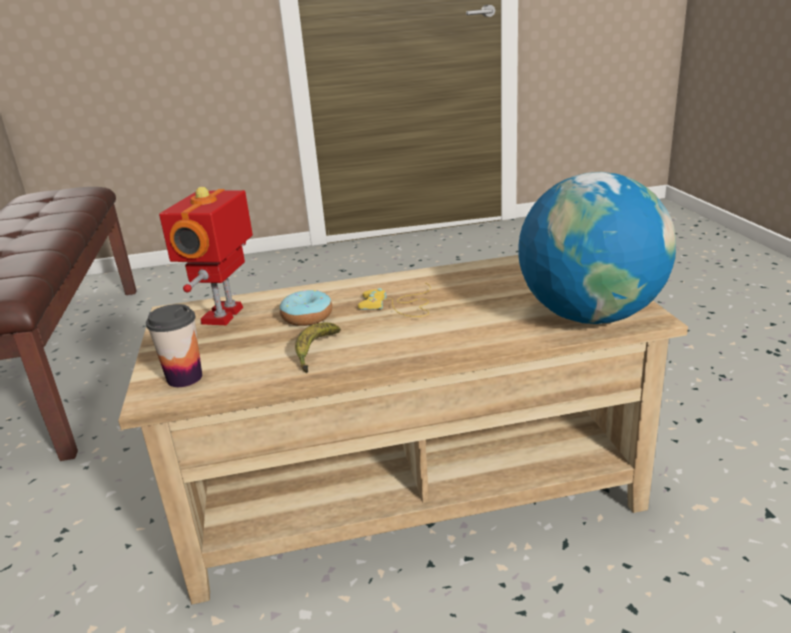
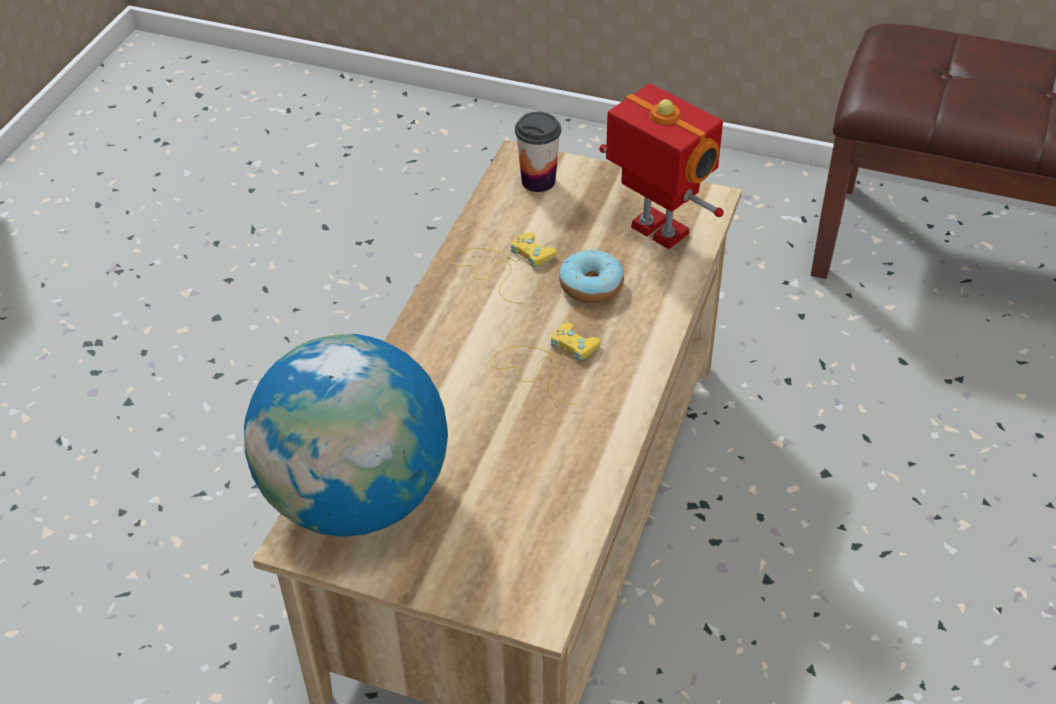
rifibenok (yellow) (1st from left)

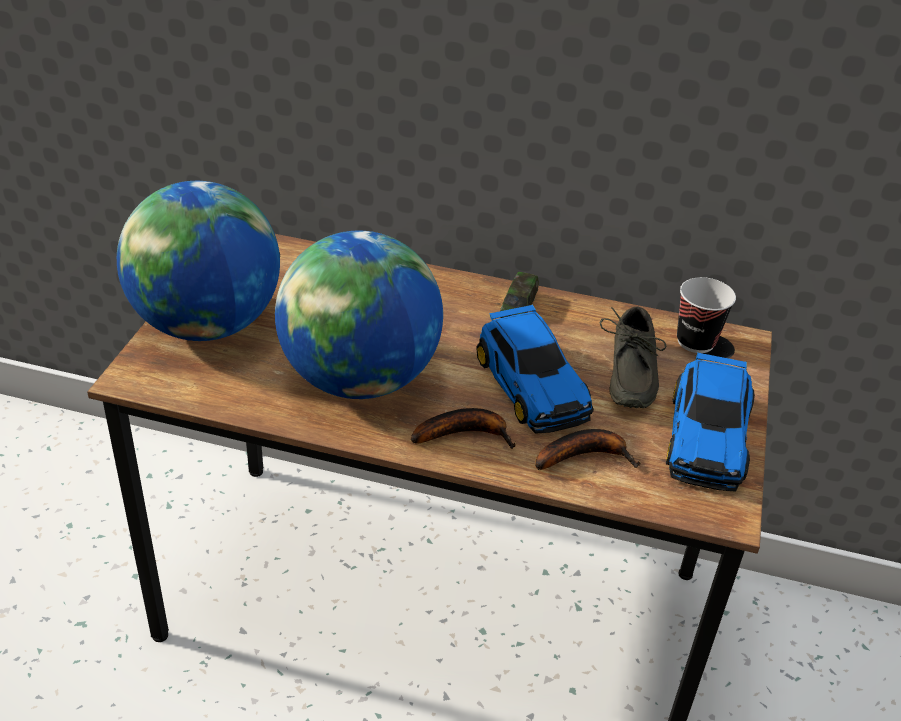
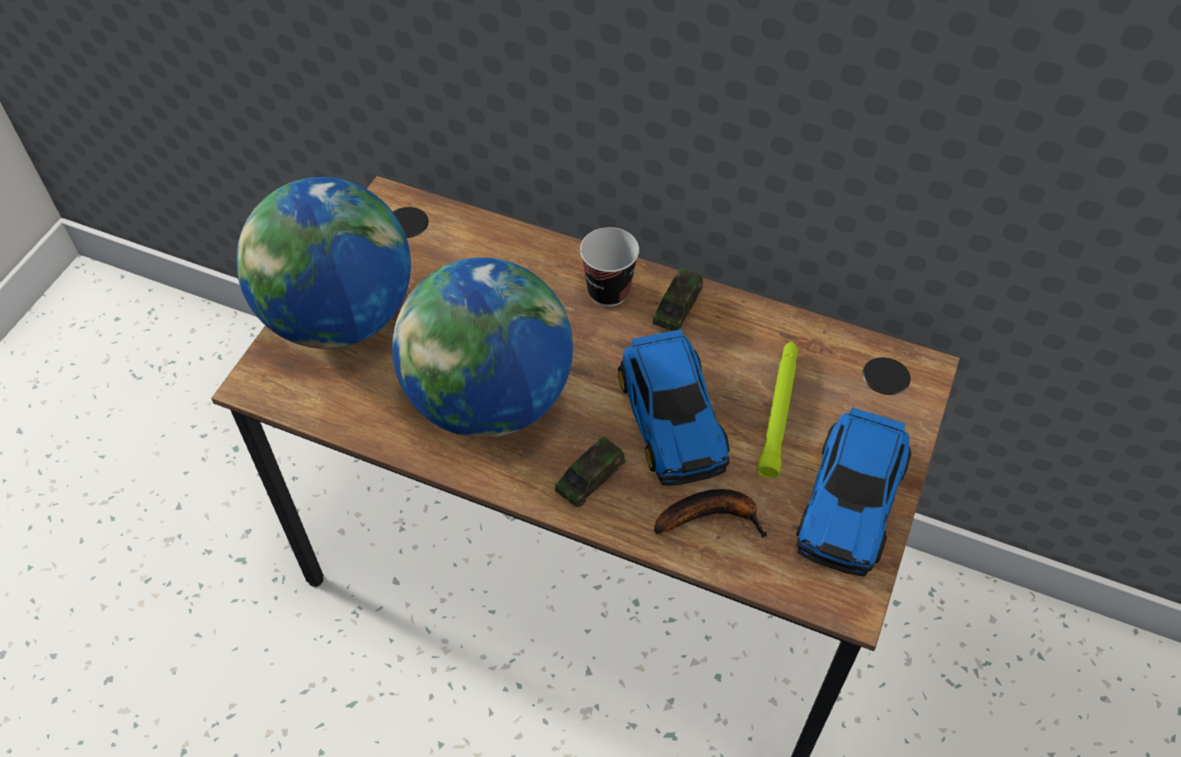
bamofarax
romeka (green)
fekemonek (1st from left)

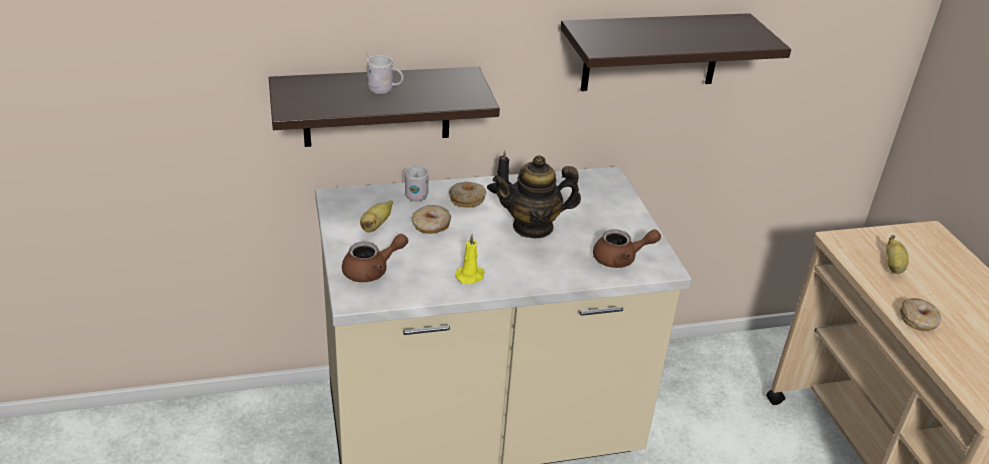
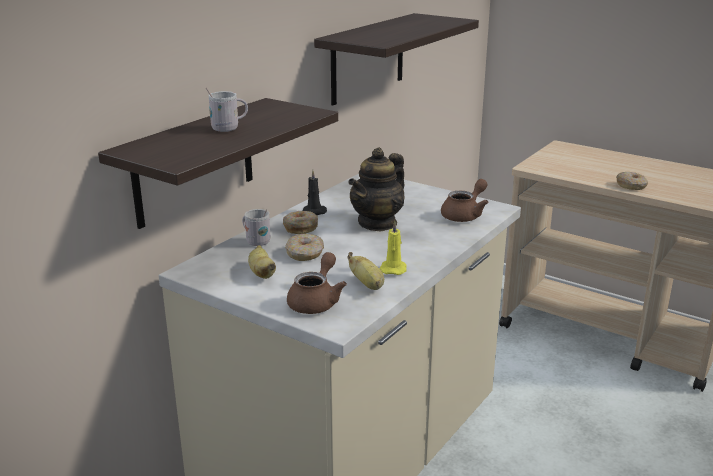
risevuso (2nd from left)

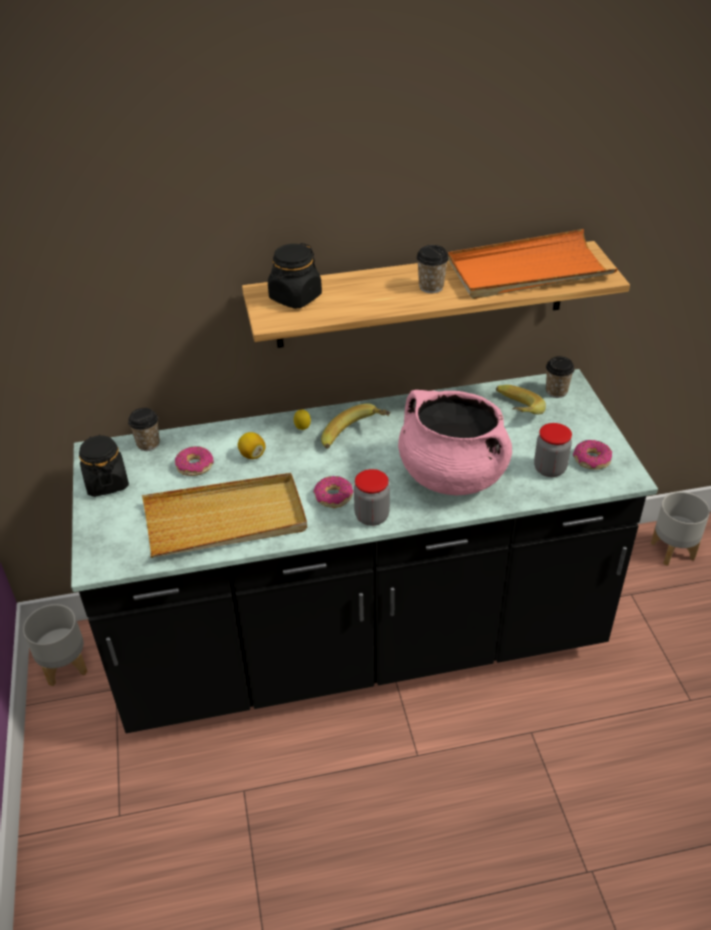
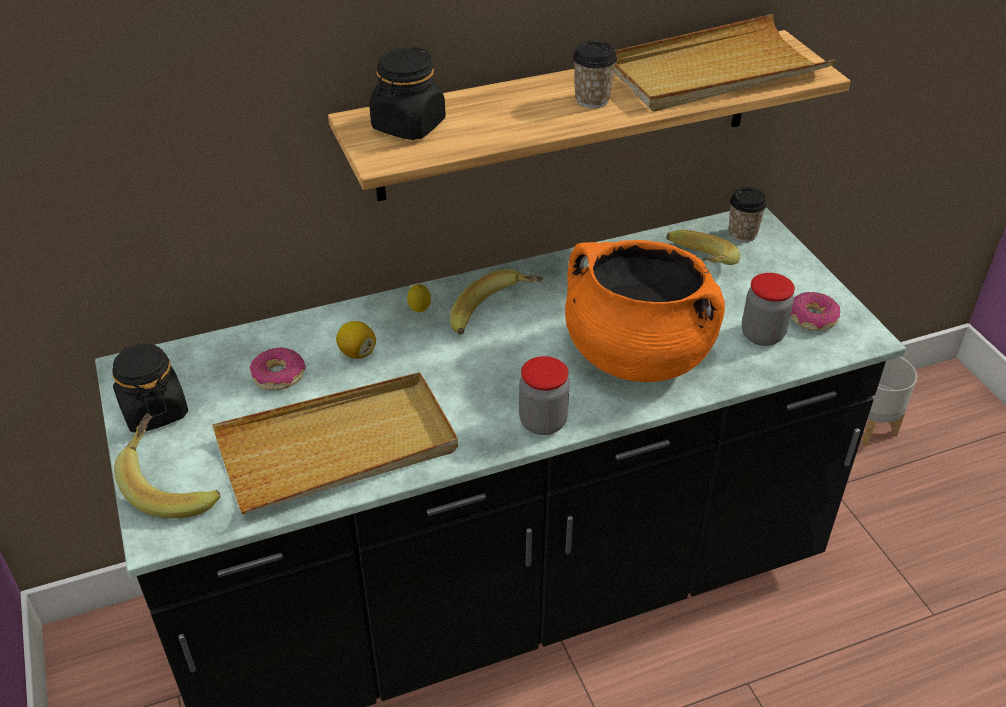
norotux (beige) (2nd from left)
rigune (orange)
bamofarax (1st from left in the first image)
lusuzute (2nd from left in the first image)
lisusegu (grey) (1st from left in the first image)
risevuso (1st from left)

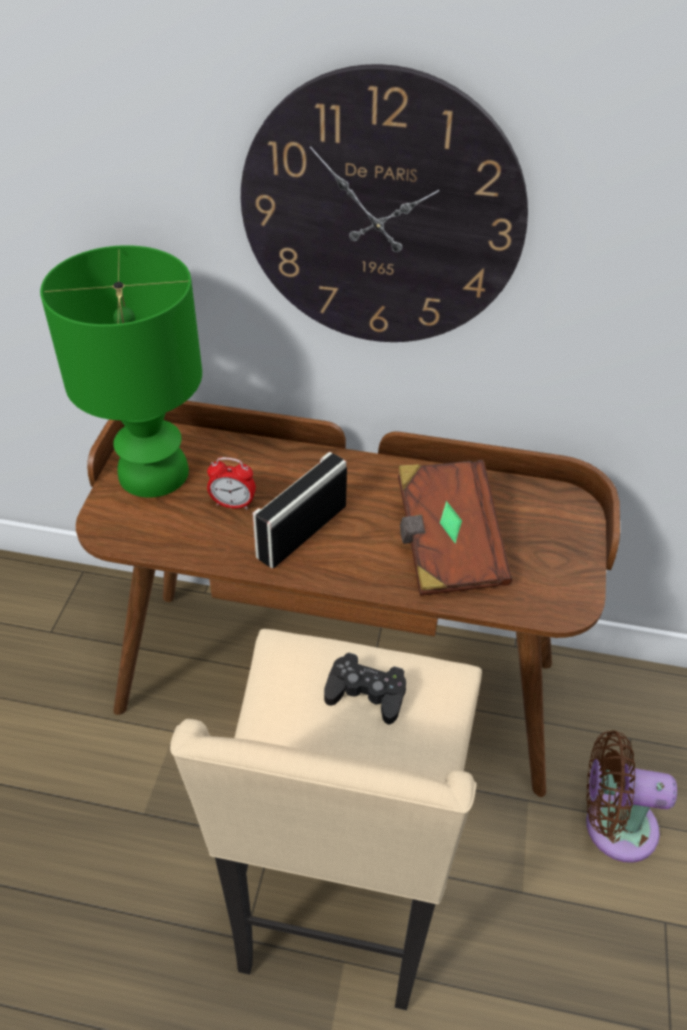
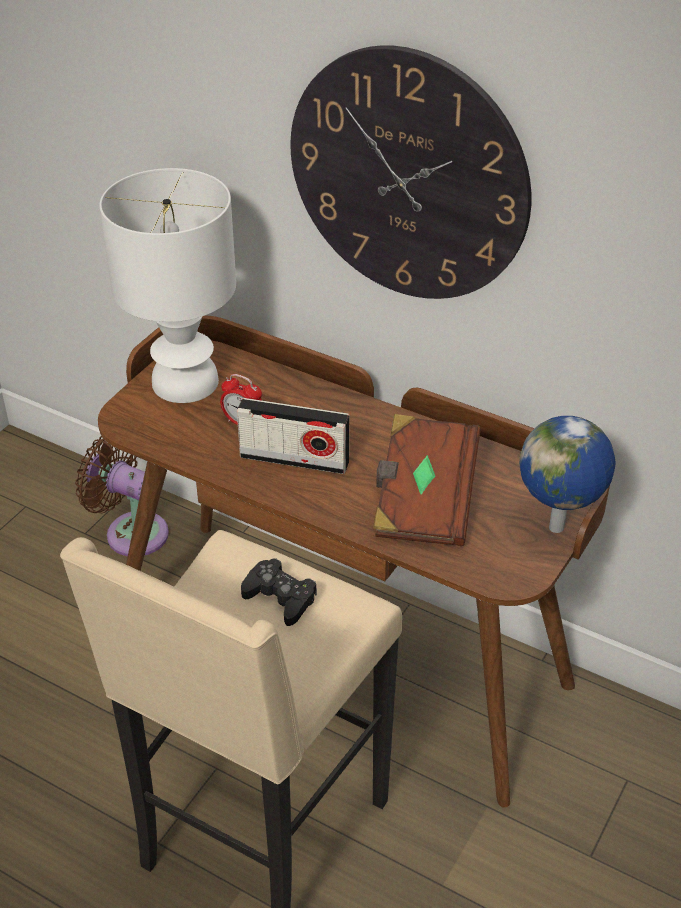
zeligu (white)
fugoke
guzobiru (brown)
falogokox

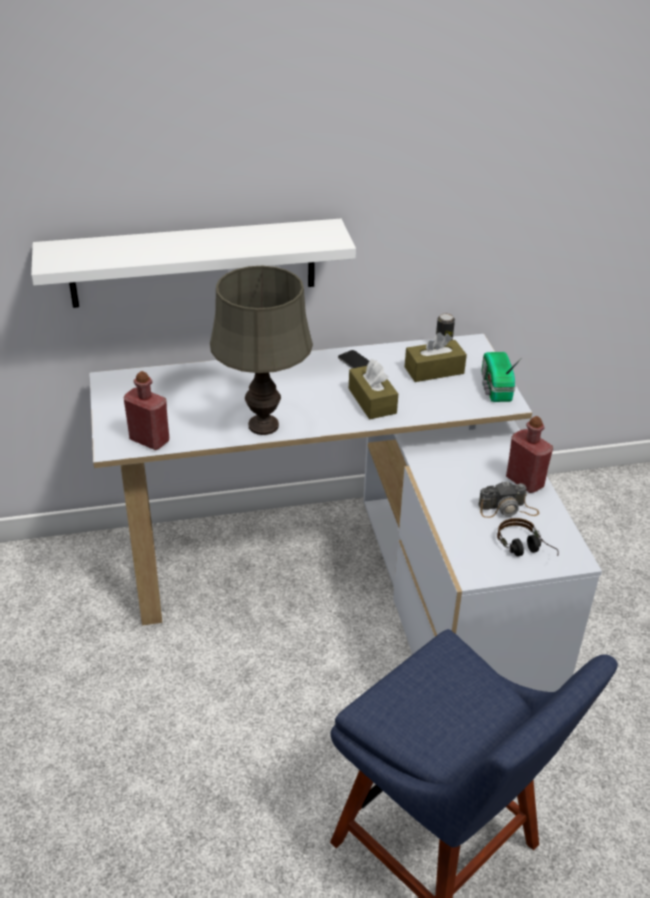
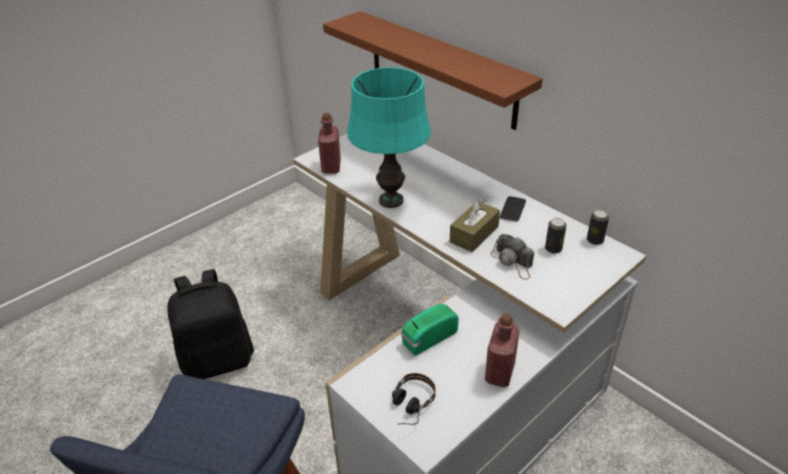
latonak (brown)
zeligu (turquoise)
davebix (1st from left)
fugoke
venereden
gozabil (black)

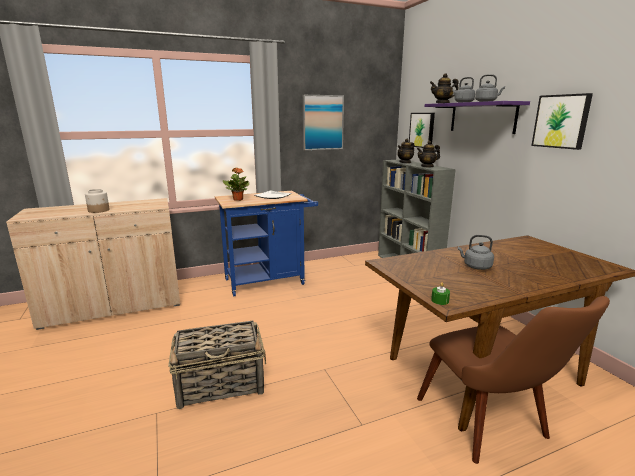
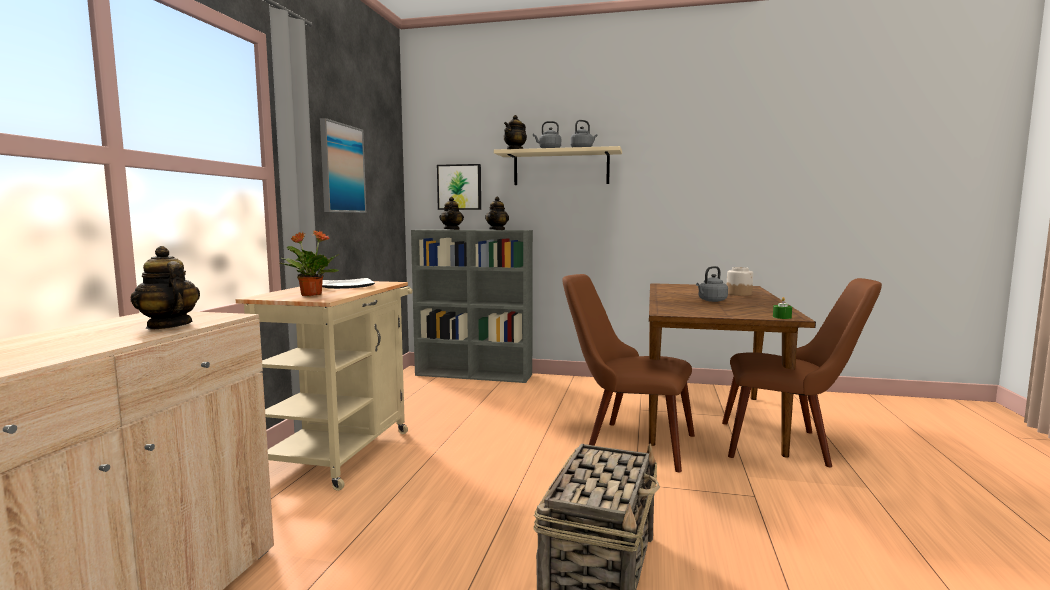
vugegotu (3rd from left in the first image)
latonak (beige)
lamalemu
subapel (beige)
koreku (1st from left)
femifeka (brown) (1st from left)

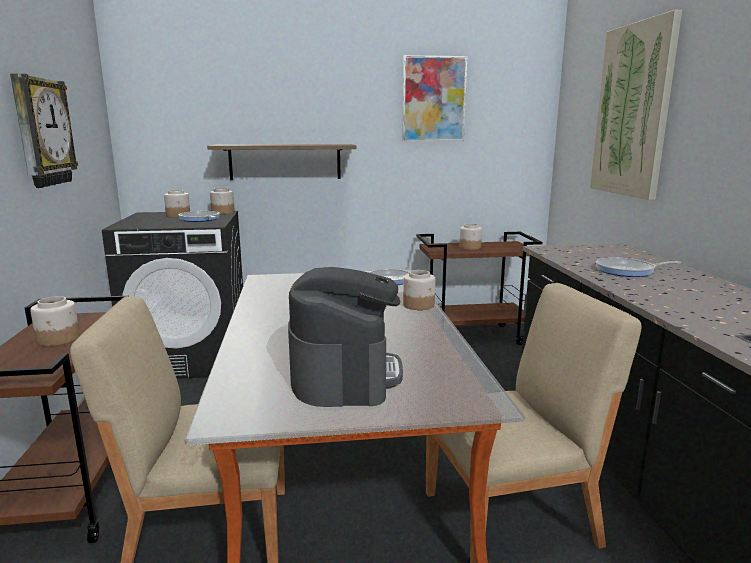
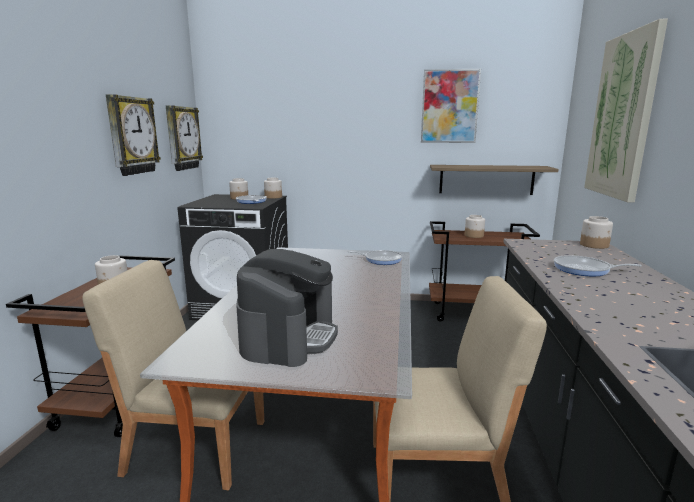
latonak
lamalemu (5th from left)
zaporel (2nd from left)

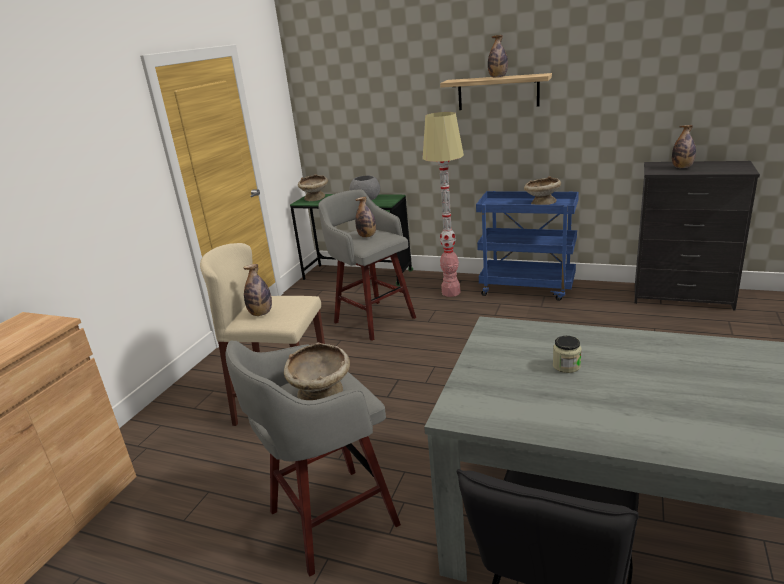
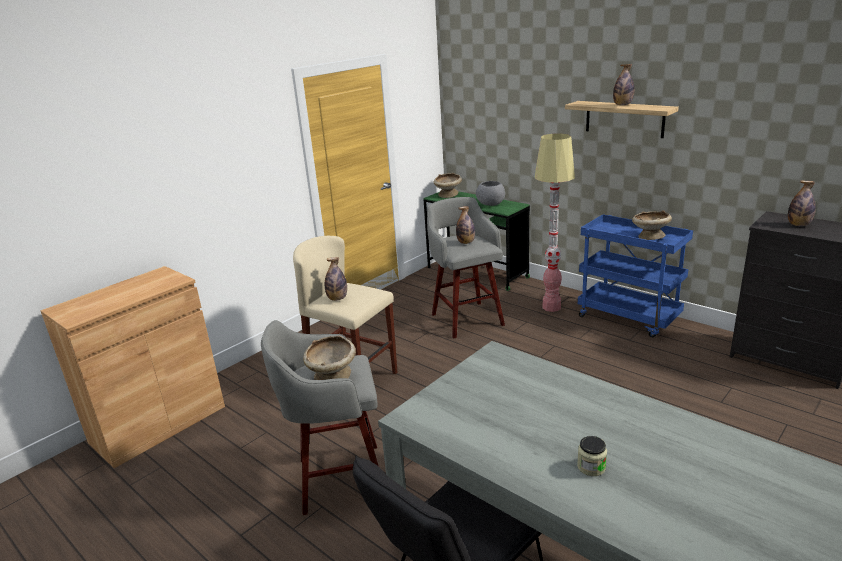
lamalemu

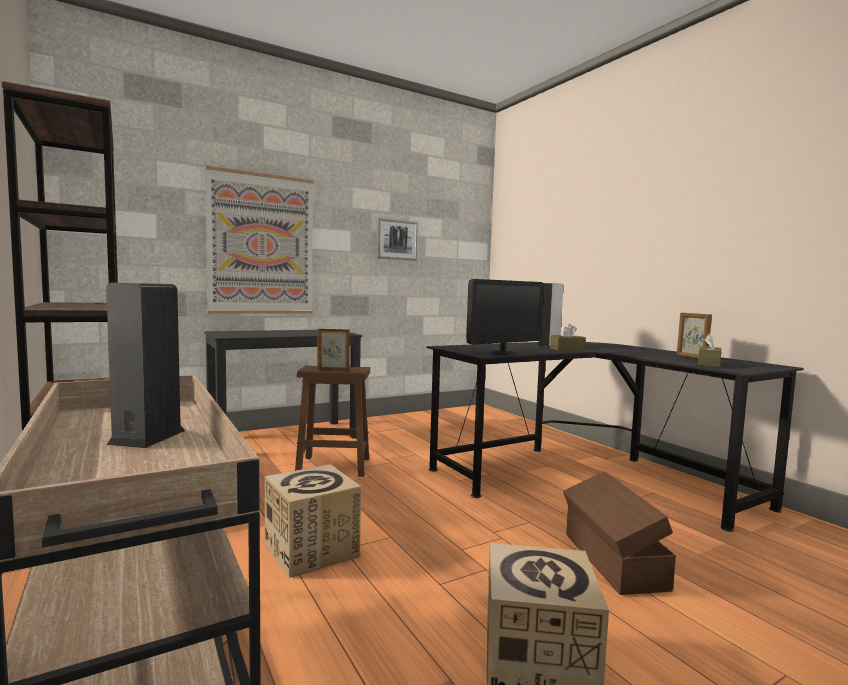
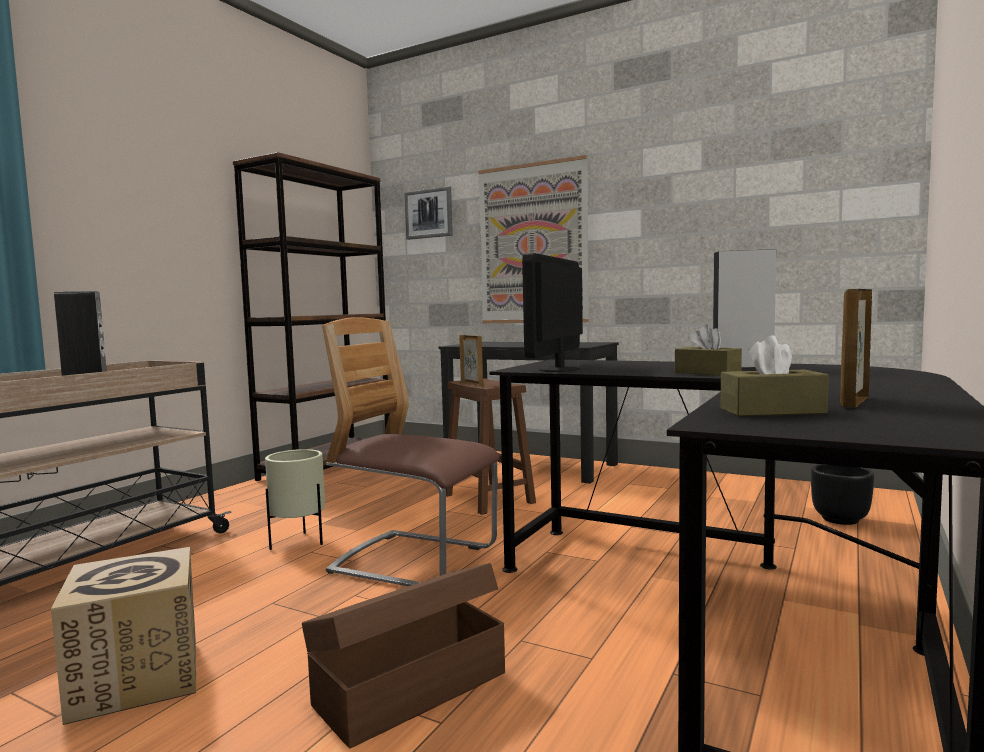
vugegotu (1st from left)
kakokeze
lisusegu (beige)
femifeka
lisusegu (black)

